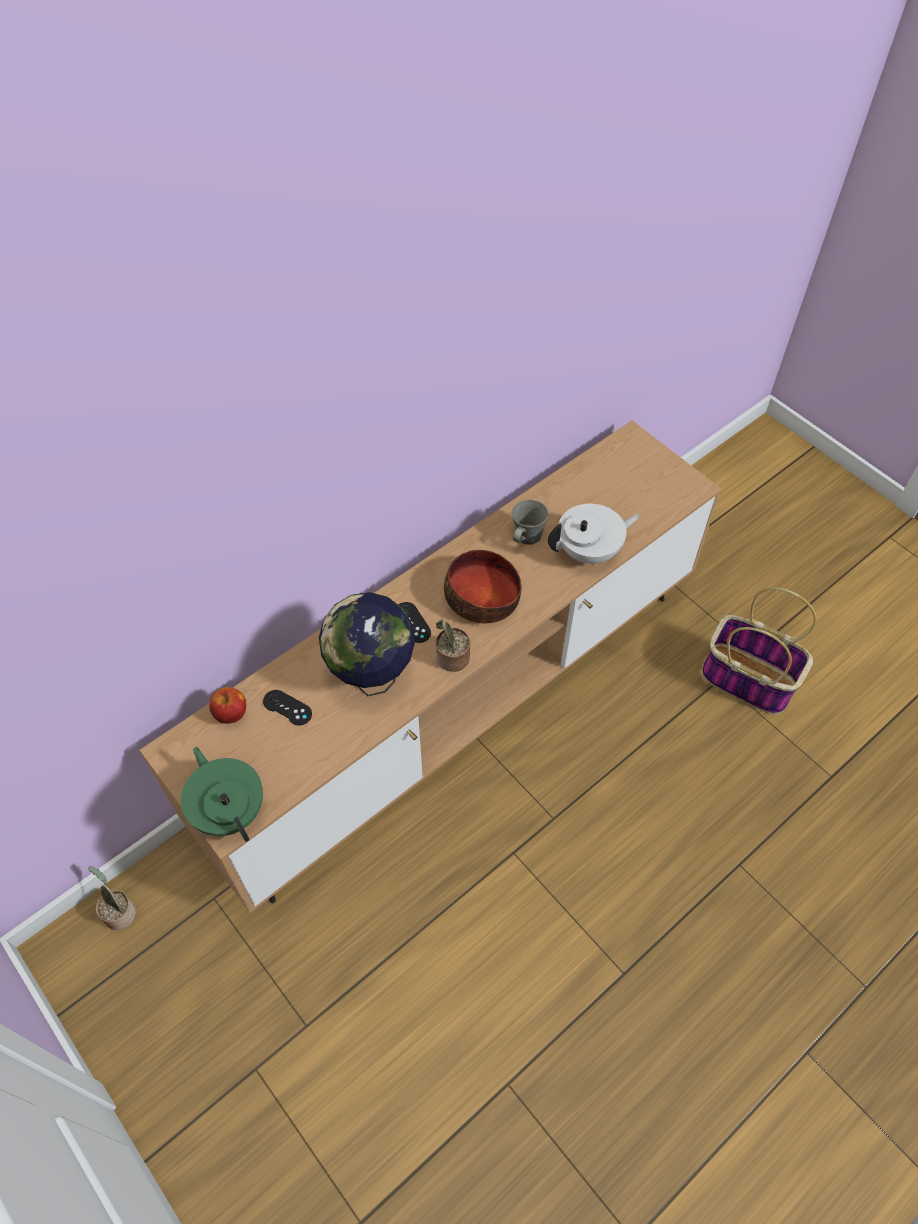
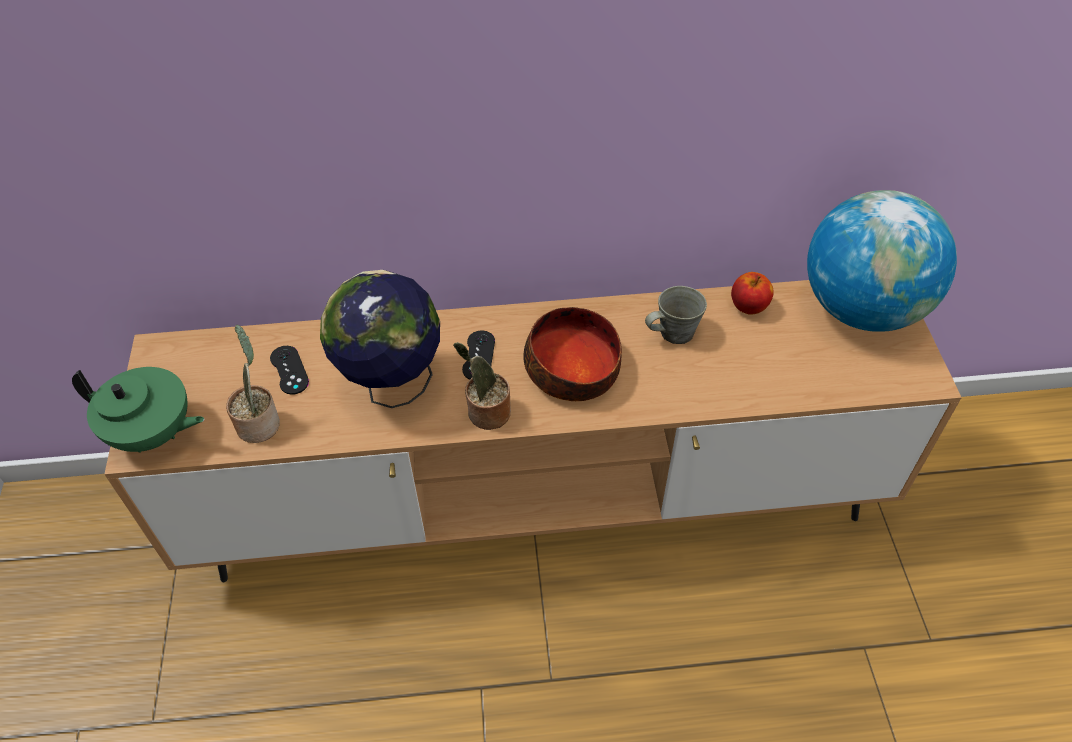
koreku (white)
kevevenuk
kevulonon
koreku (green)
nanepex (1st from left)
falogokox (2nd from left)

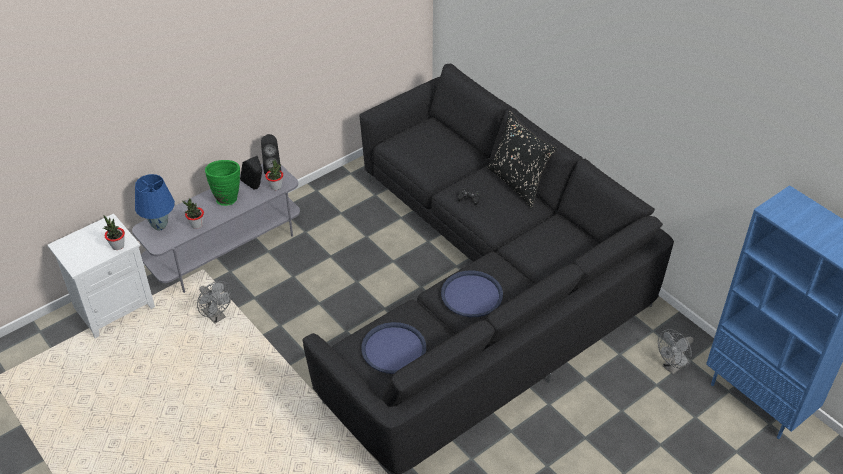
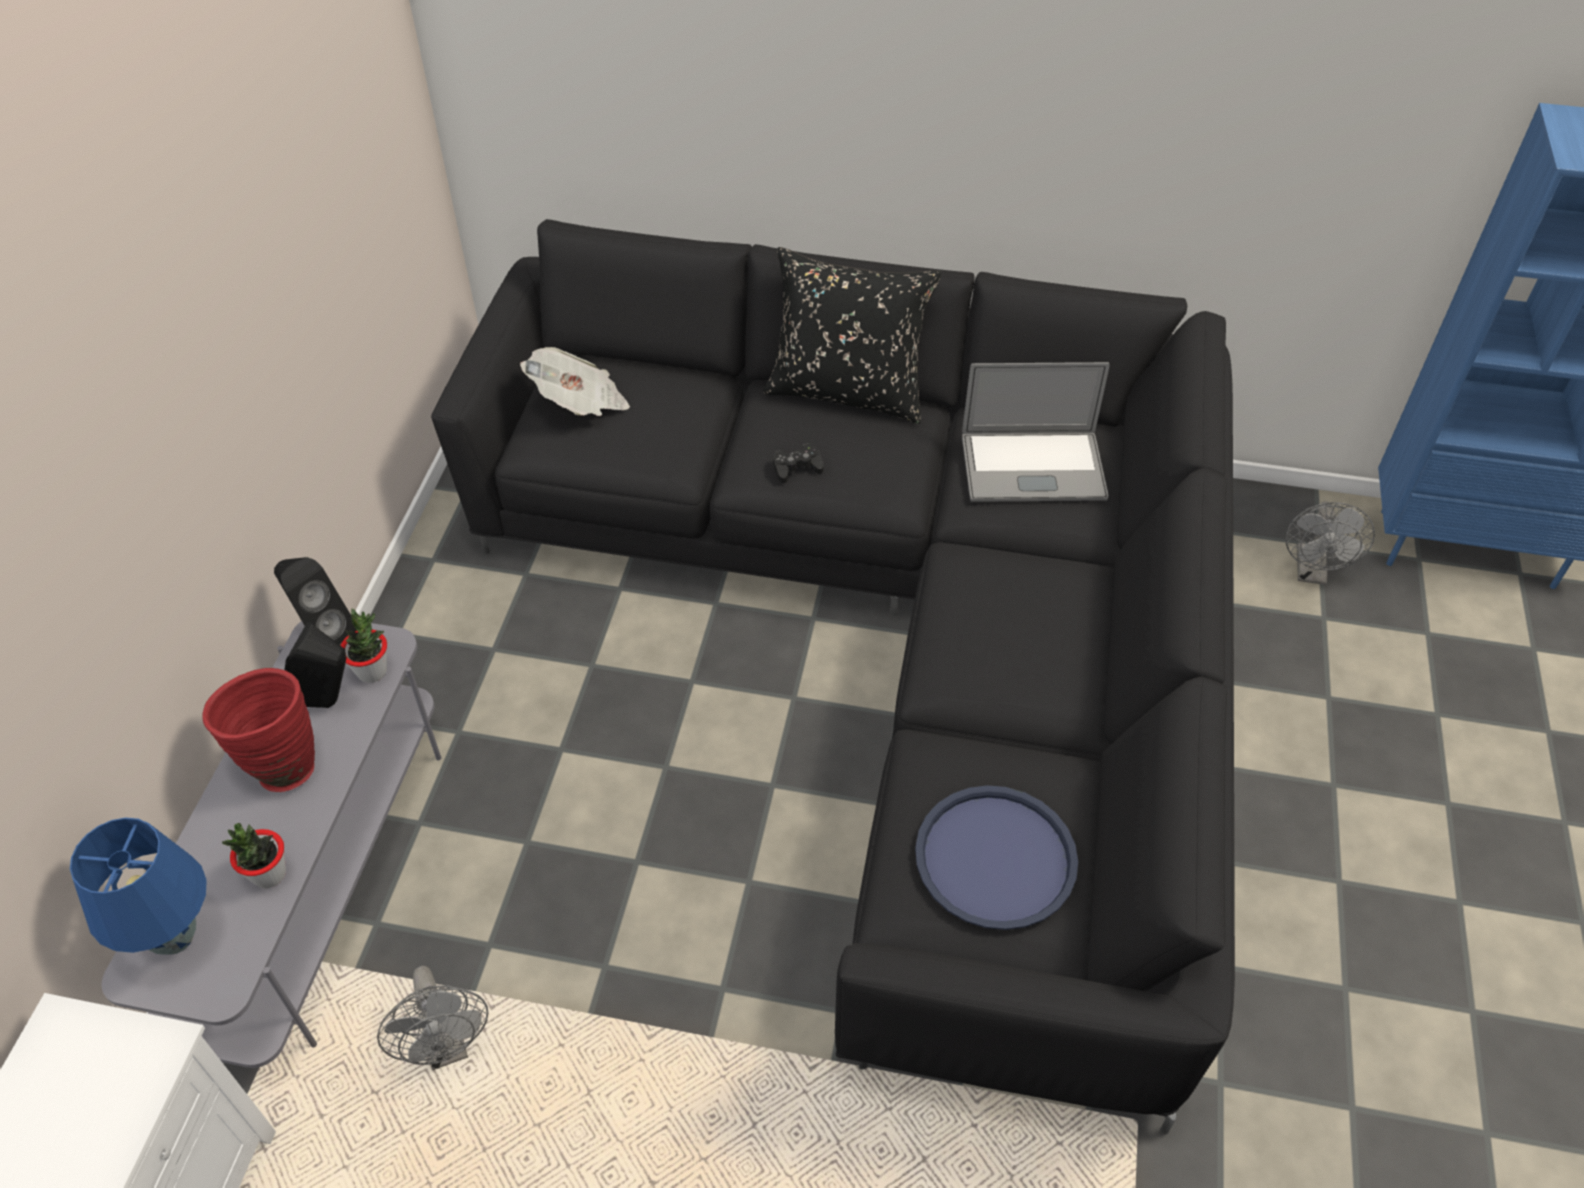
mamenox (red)
nanepex (1st from left in the first image)
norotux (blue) (2nd from left in the first image)
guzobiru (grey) (1st from left)
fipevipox
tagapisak

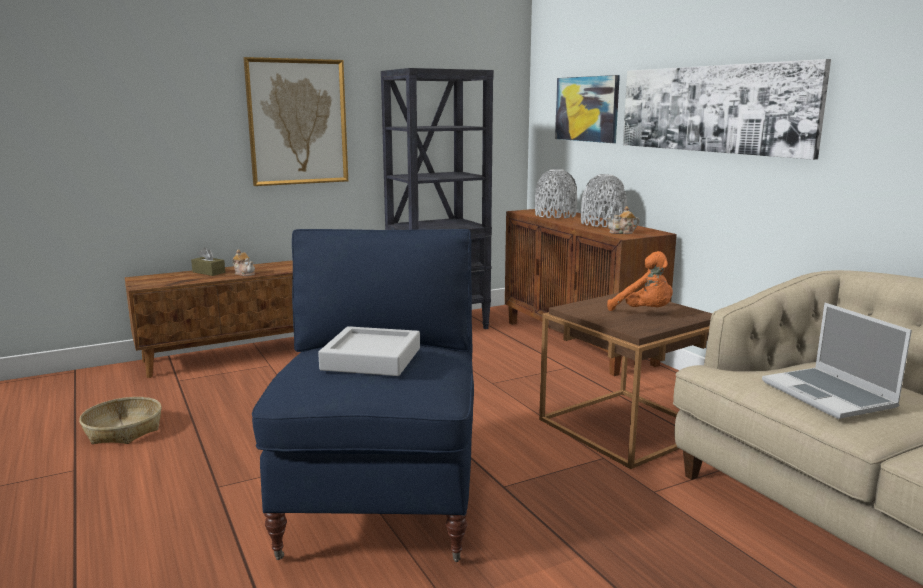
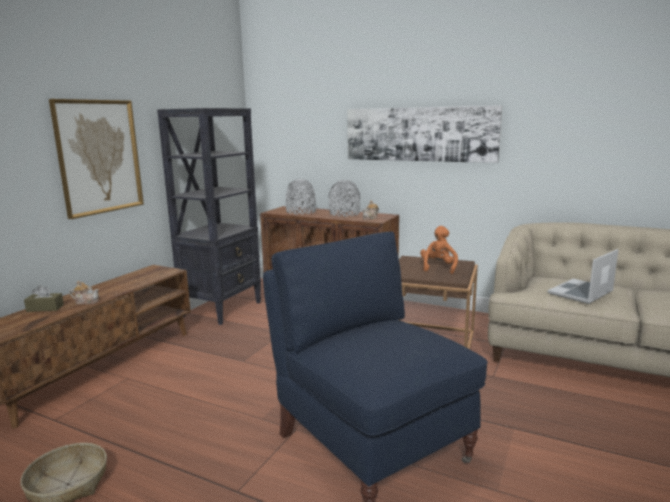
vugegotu (2nd from left in the first image)
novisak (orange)
tagapisak
norotux (grey)

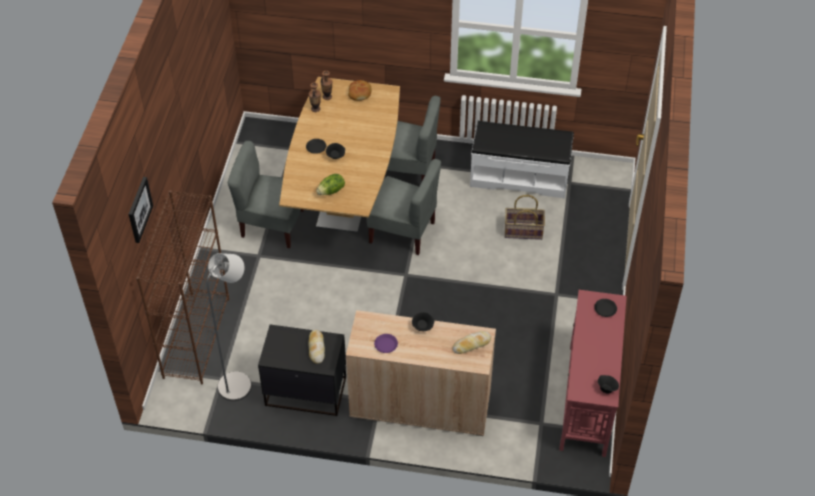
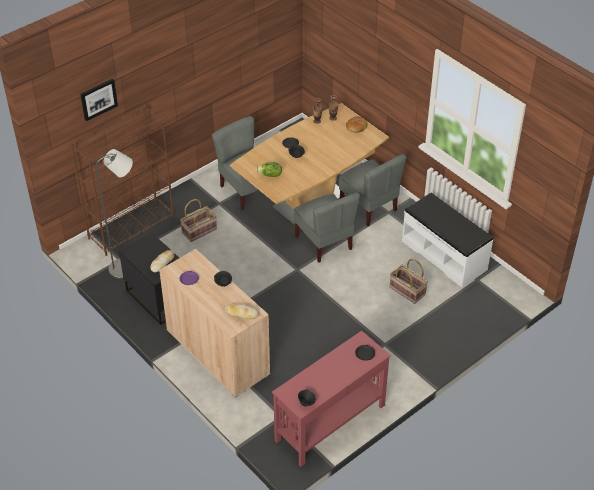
kevevenuk (1st from left)

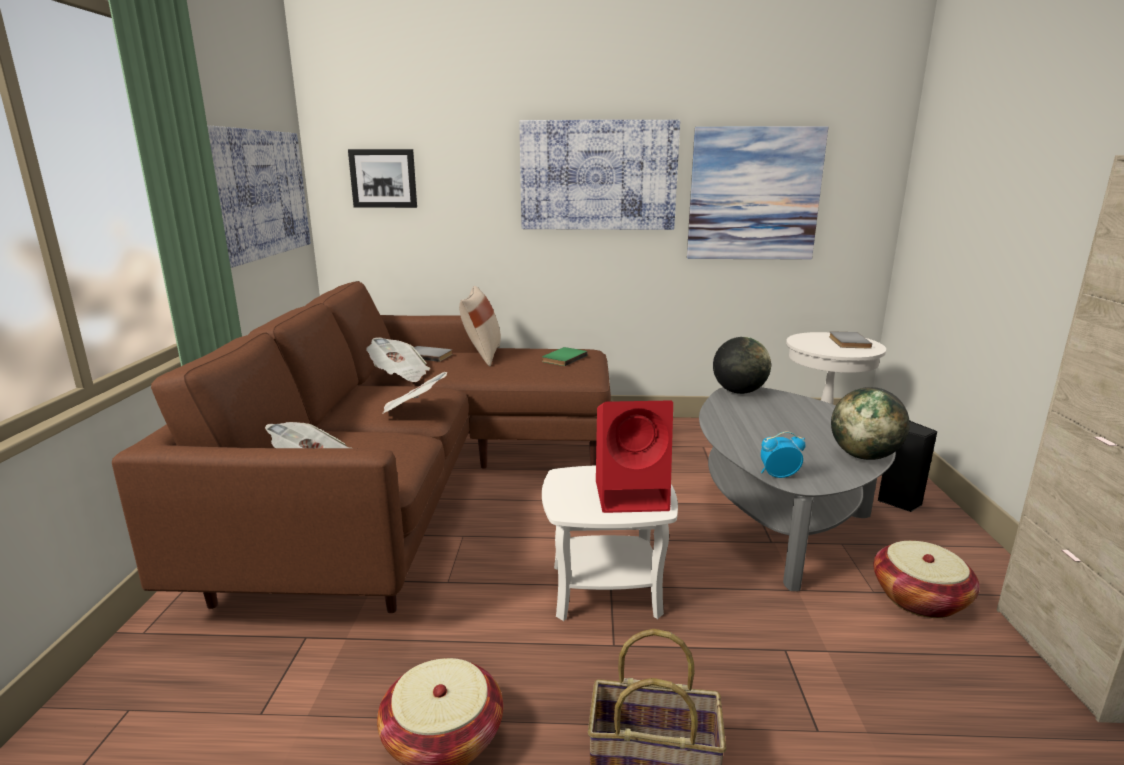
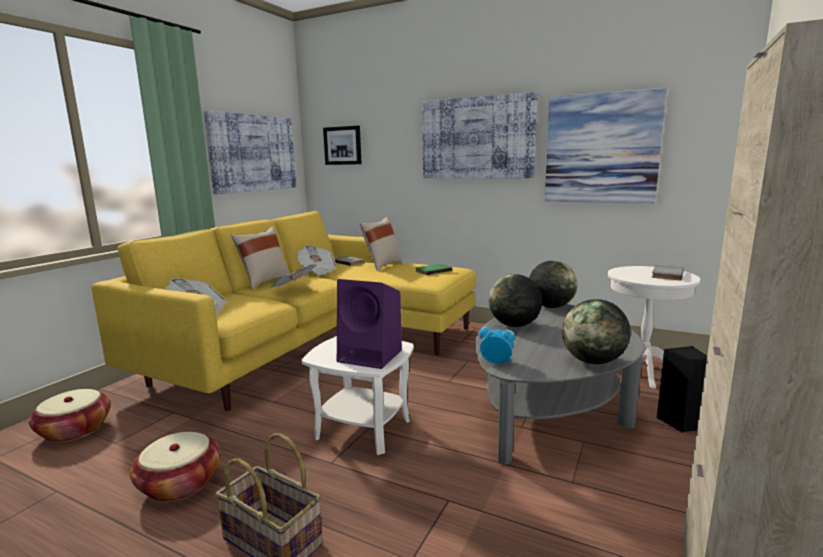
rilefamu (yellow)
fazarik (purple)
kevevenuk (1st from left)
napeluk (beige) (1st from left)
falogokox (1st from left)

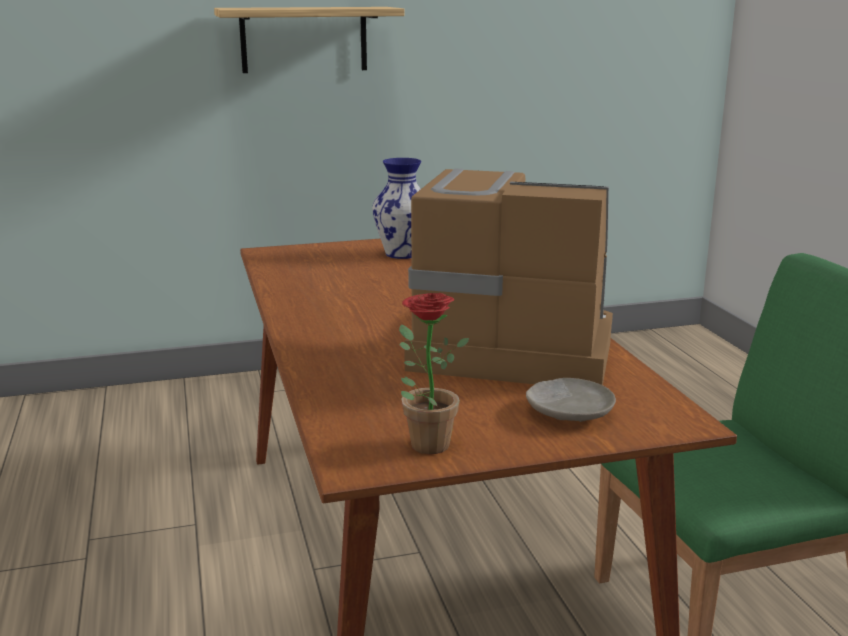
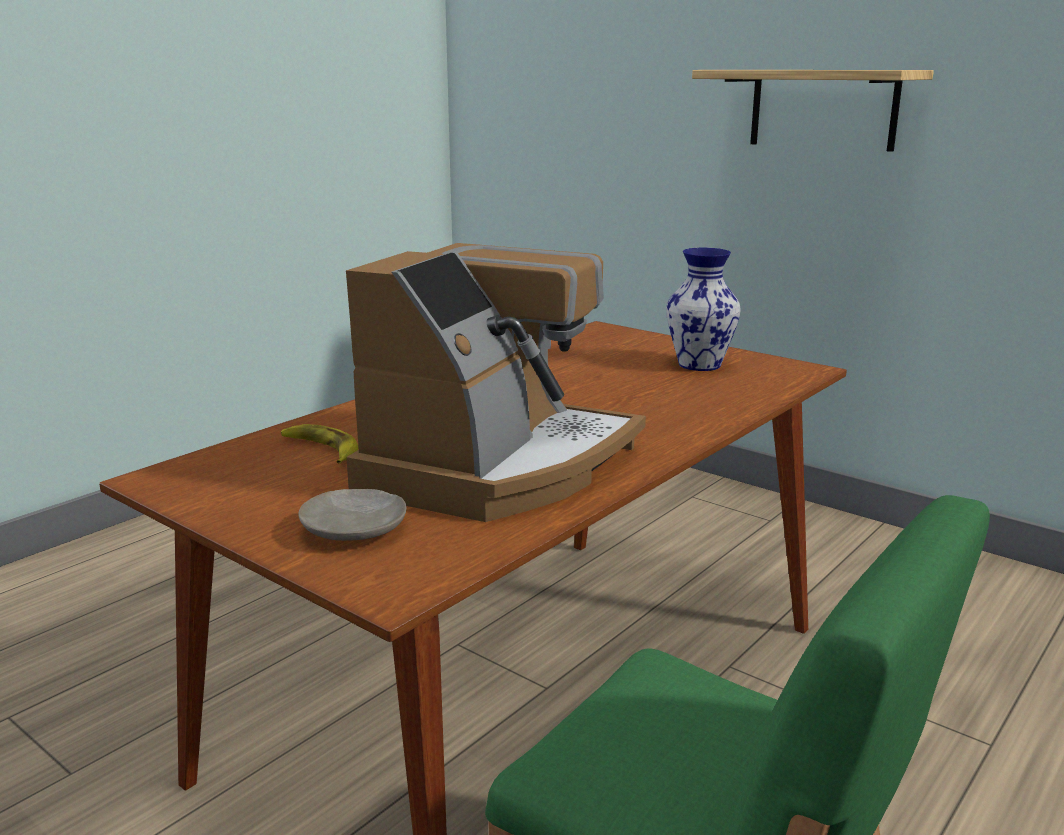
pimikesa
nanepex
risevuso

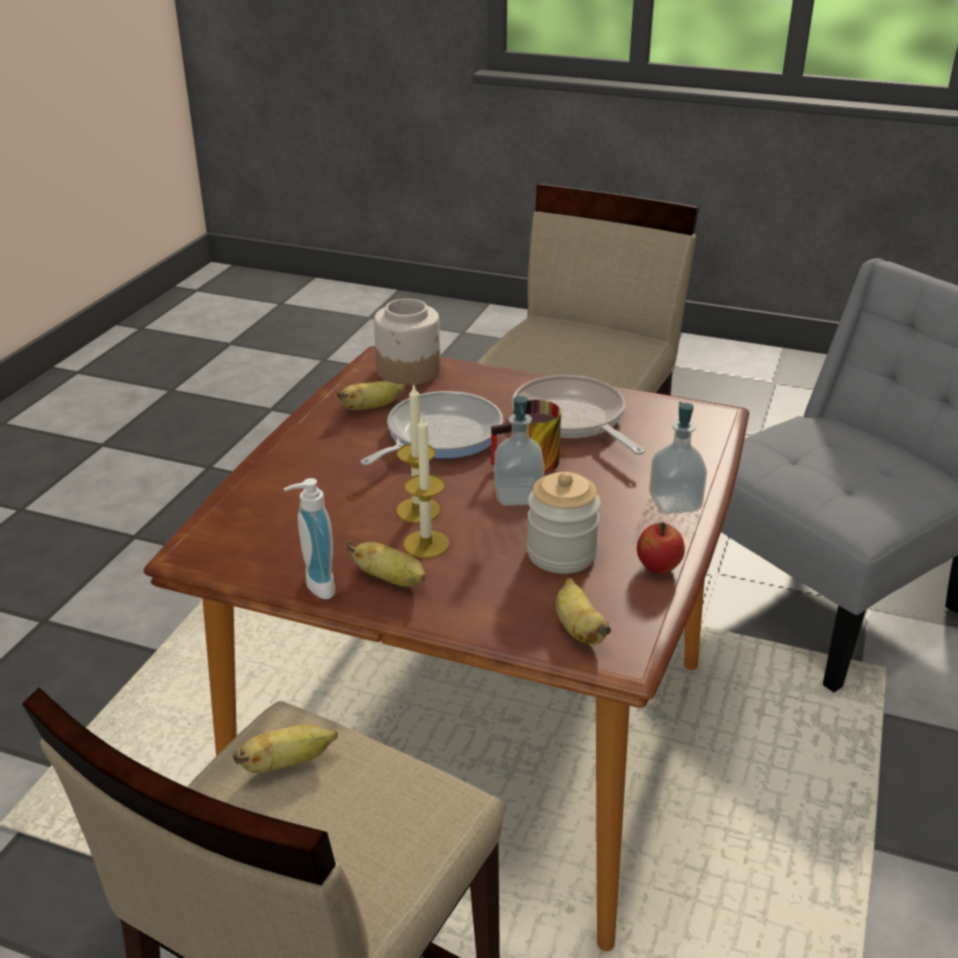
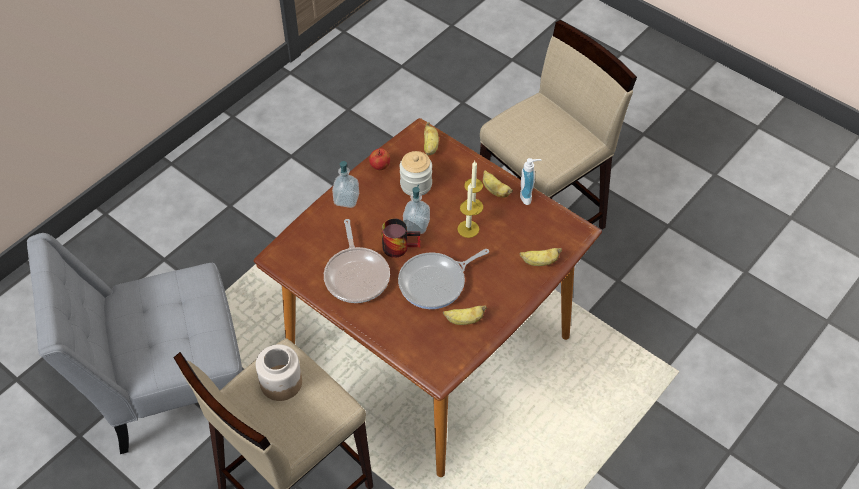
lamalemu (1st from left)
risevuso (4th from left)

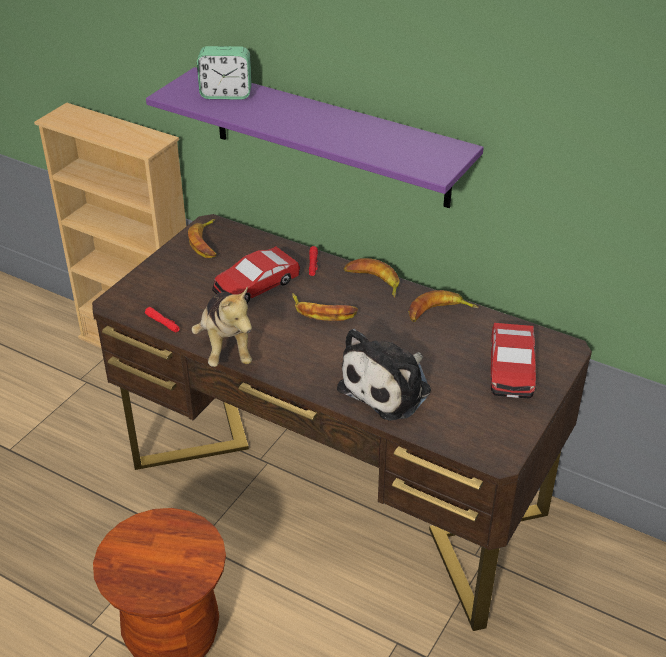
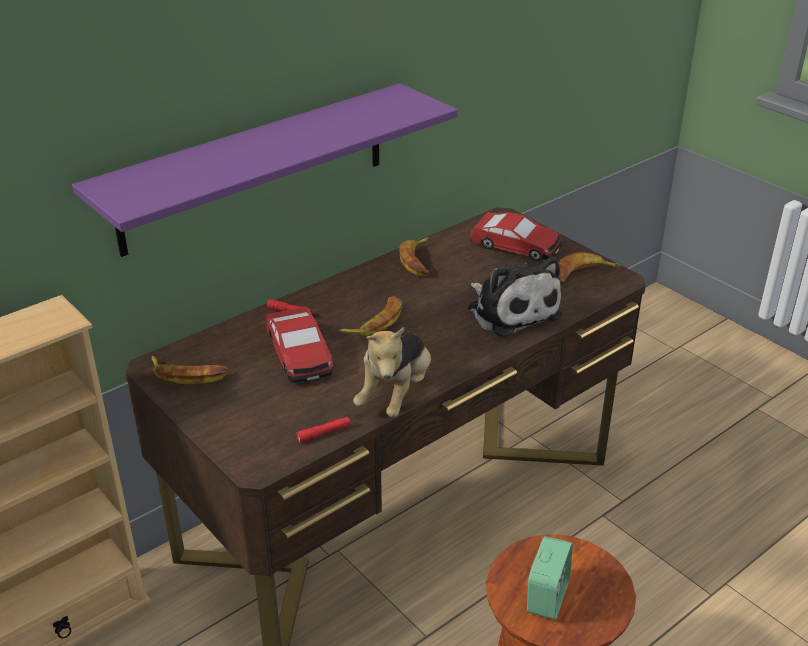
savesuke
risevuso (4th from left)
novisak (1st from left)

